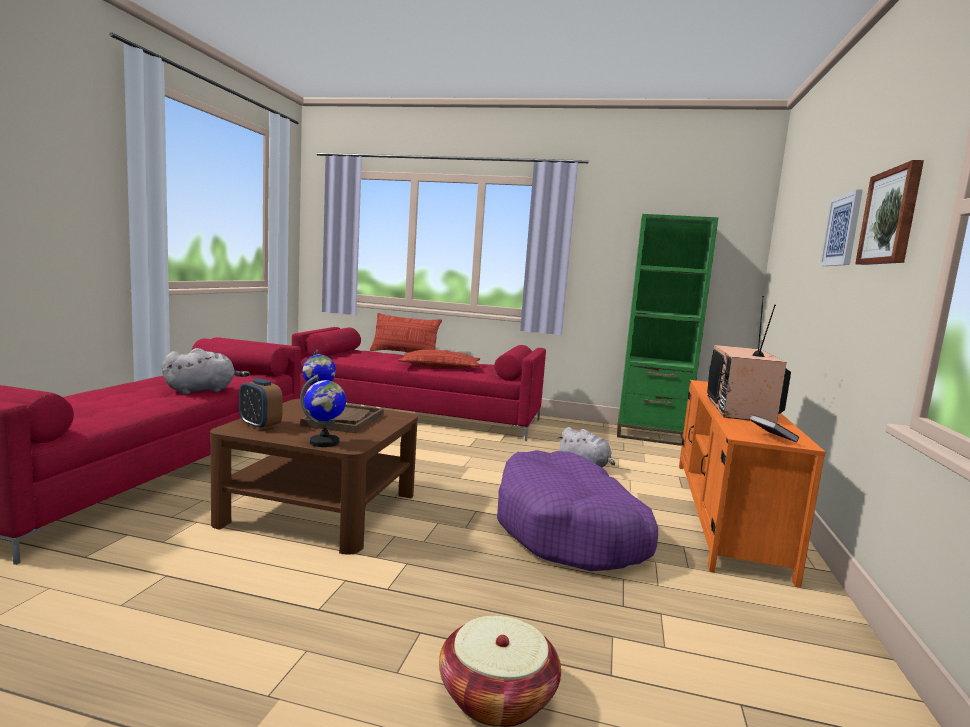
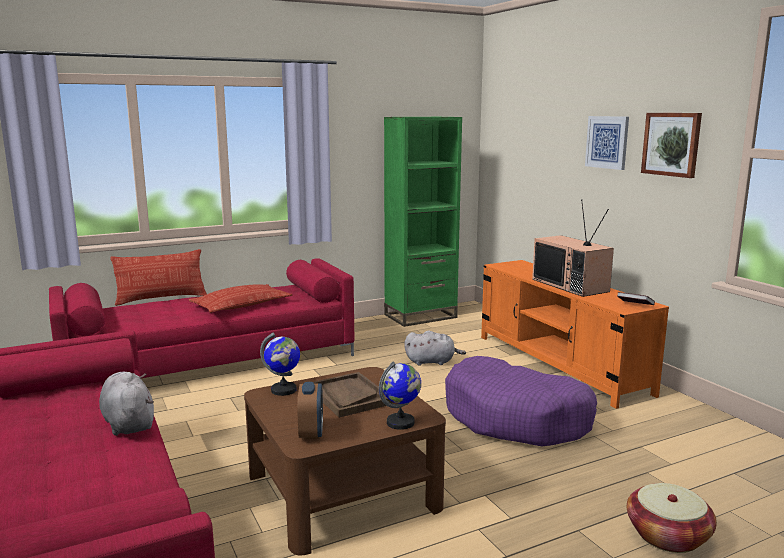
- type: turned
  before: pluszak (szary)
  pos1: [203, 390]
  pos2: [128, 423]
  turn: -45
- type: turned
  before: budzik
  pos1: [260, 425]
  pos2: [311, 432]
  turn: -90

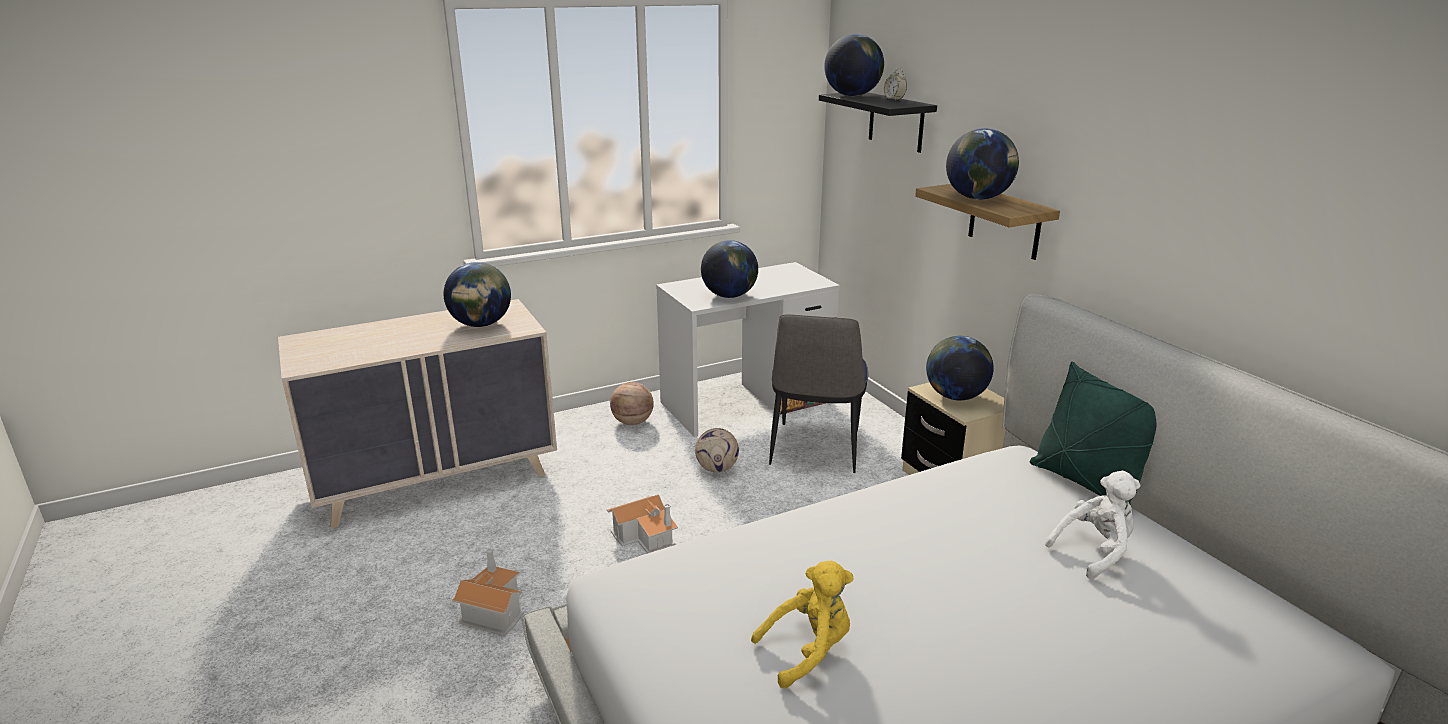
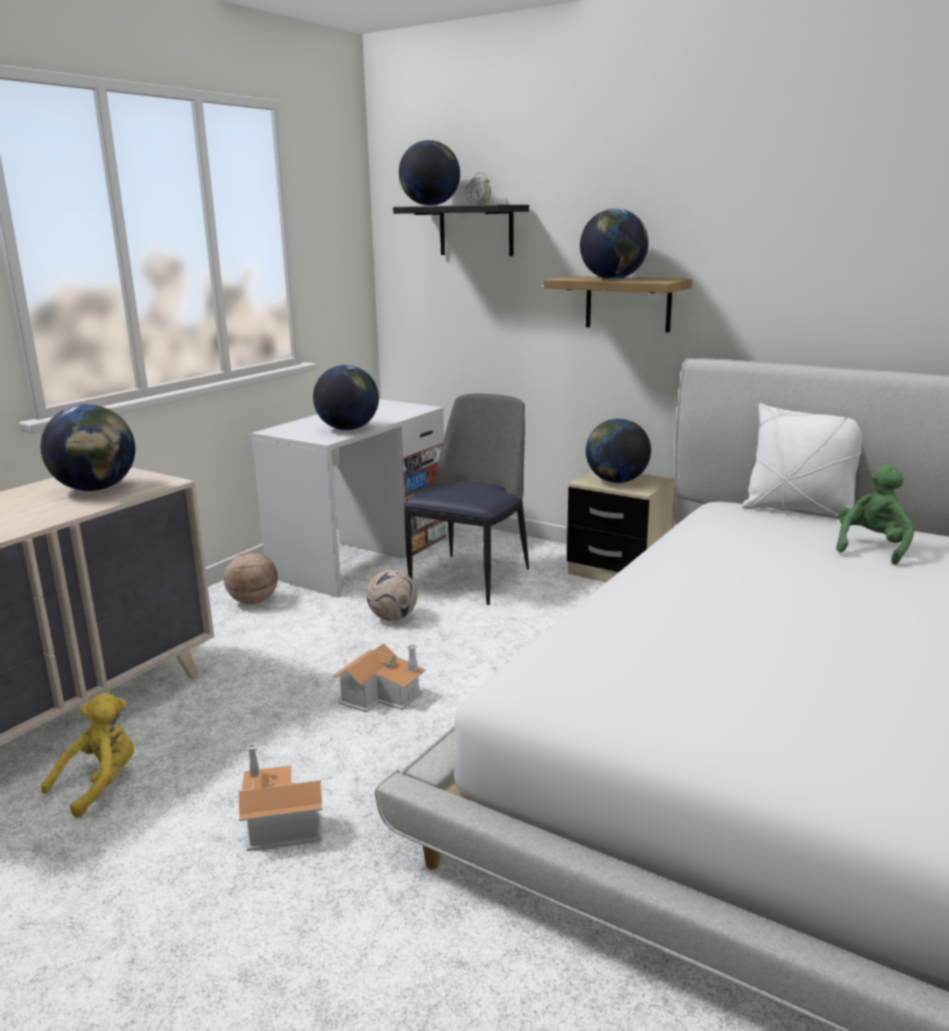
- type: moved
  before: pluszak (żółty)
  pos1: [808, 651]
  pos2: [100, 784]
- type: recoloured
  before: poduszka (zielony)
  after: poduszka (biały)
  pos1: [1085, 483]
  pos2: [798, 510]
- type: recoloured
  before: pluszak (biały)
  after: pluszak (zielony)
  pos1: [1094, 551]
  pos2: [871, 547]
- type: turned
  before: krzesło
  pos1: [815, 449]
  pos2: [472, 578]
  turn: -135

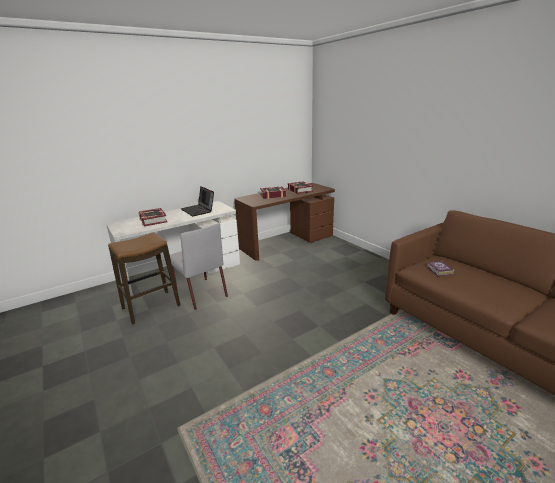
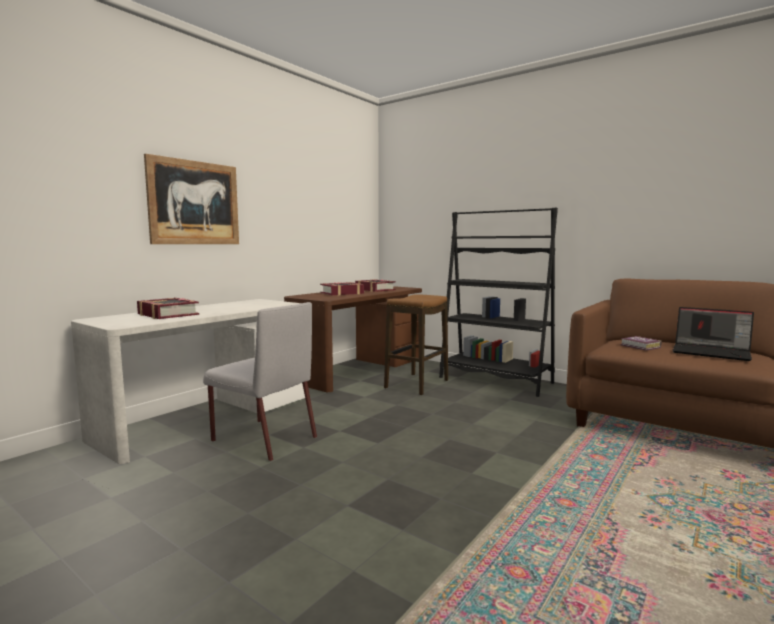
- type: added
  after: obraz
  pos2: [194, 203]
- type: added
  after: regał (czarny)
  pos2: [495, 380]
- type: moved
  before: stołek
  pos1: [151, 307]
  pos2: [417, 384]
- type: moved
  before: laptop
  pos1: [198, 210]
  pos2: [712, 352]

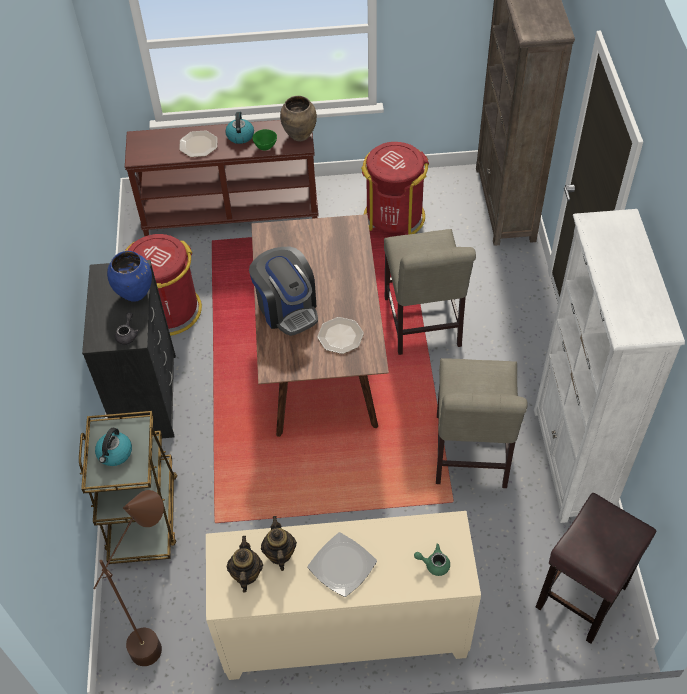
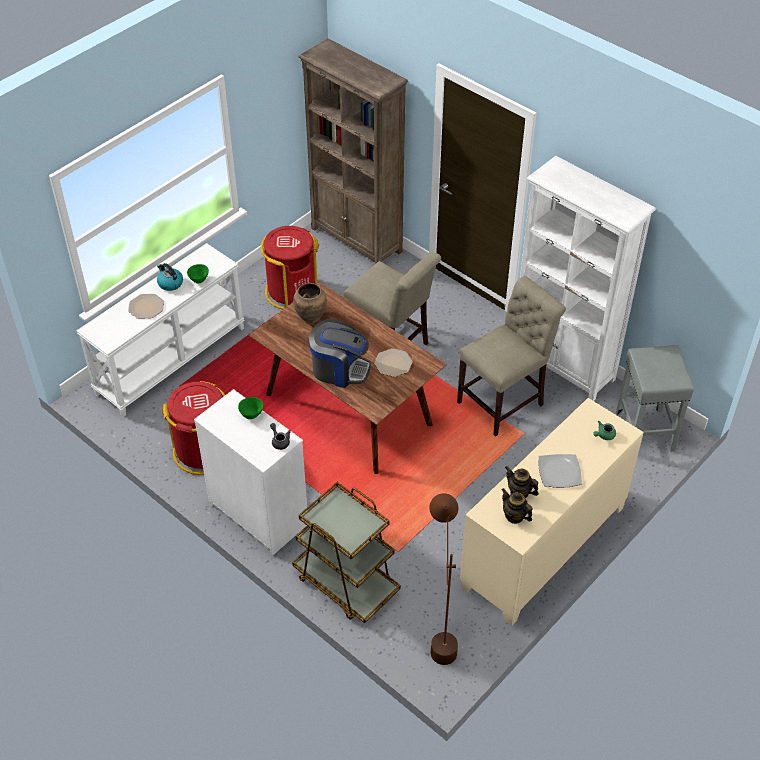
- type: removed
  before: czajnik
  pos1: [115, 454]
- type: moved
  before: wazon (brązowy)
  pos1: [300, 136]
  pos2: [311, 317]
- type: replaced
  before: wazon (niebieski)
  after: miska (zielony)
  pos1: [135, 293]
  pos2: [251, 414]
- type: recoloured
  before: komoda (czarny)
  after: komoda (biały)
  pos1: [148, 397]
  pos2: [259, 514]
- type: recoloured
  before: stolik konsolowy (brązowy)
  after: stolik konsolowy (biały)
  pos1: [231, 213]
  pos2: [170, 360]
- type: recoloured
  before: stołek (brązowy)
  after: stołek (szary)
  pos1: [582, 595]
  pos2: [644, 430]
- type: turned
  before: krzesło (beżowy)
  pos1: [470, 456]
  pos2: [504, 402]
  turn: -90

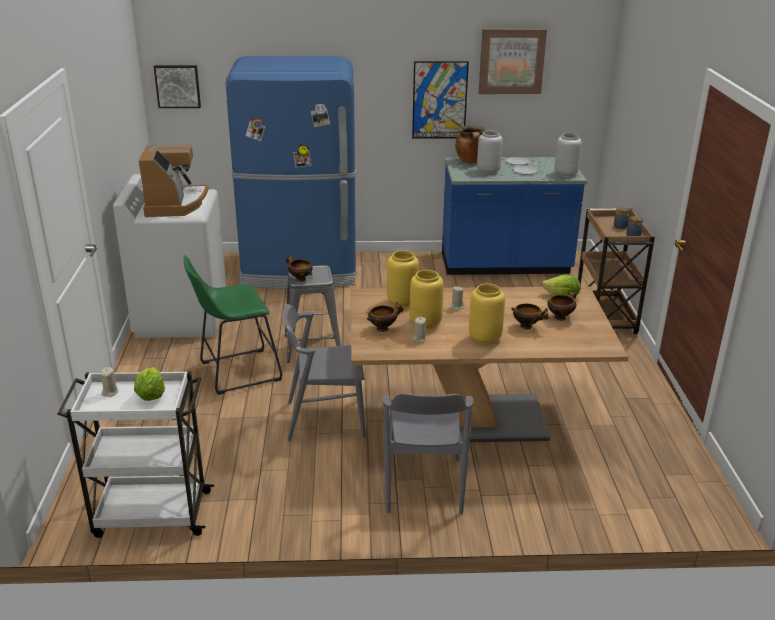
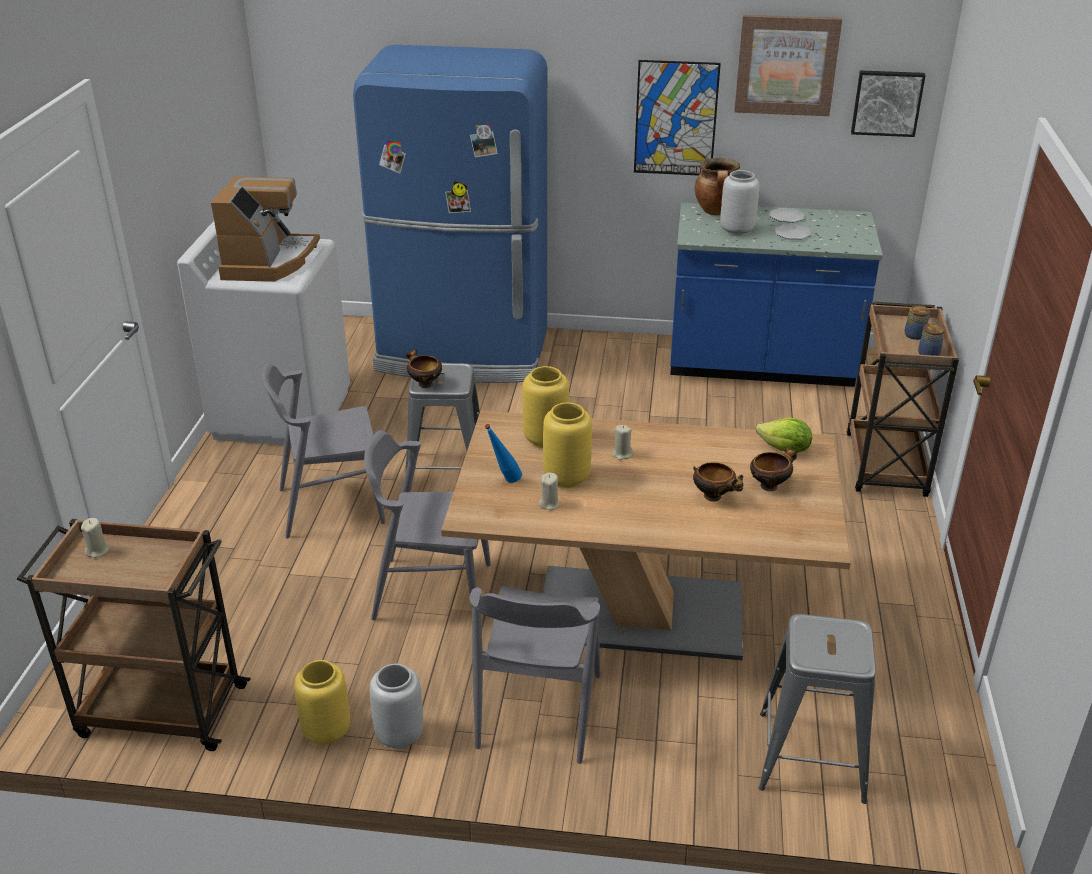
- type: removed
  before: sałata
  pos1: [151, 395]
- type: added
  after: stołek (szary)
  pos2: [812, 757]
- type: moved
  before: obraz
  pos1: [178, 86]
  pos2: [887, 102]
- type: moved
  before: wazon (żółty)
  pos1: [484, 339]
  pos2: [326, 732]
- type: moved
  before: wazon (szary)
  pos1: [565, 174]
  pos2: [398, 735]
- type: replaced
  before: stołek (zielony)
  after: krzesło (szary)
  pos1: [235, 372]
  pos2: [330, 505]
- type: replaced
  before: miska
  after: butelka (niebieski)
  pos1: [383, 328]
  pos2: [504, 481]
- type: recoloured
  before: wózek (biały)
  after: wózek (brązowy)
  pos1: [150, 514]
  pos2: [159, 711]

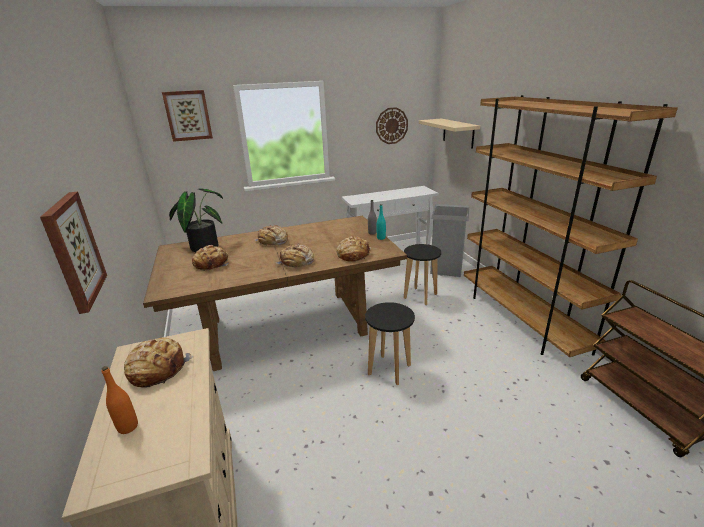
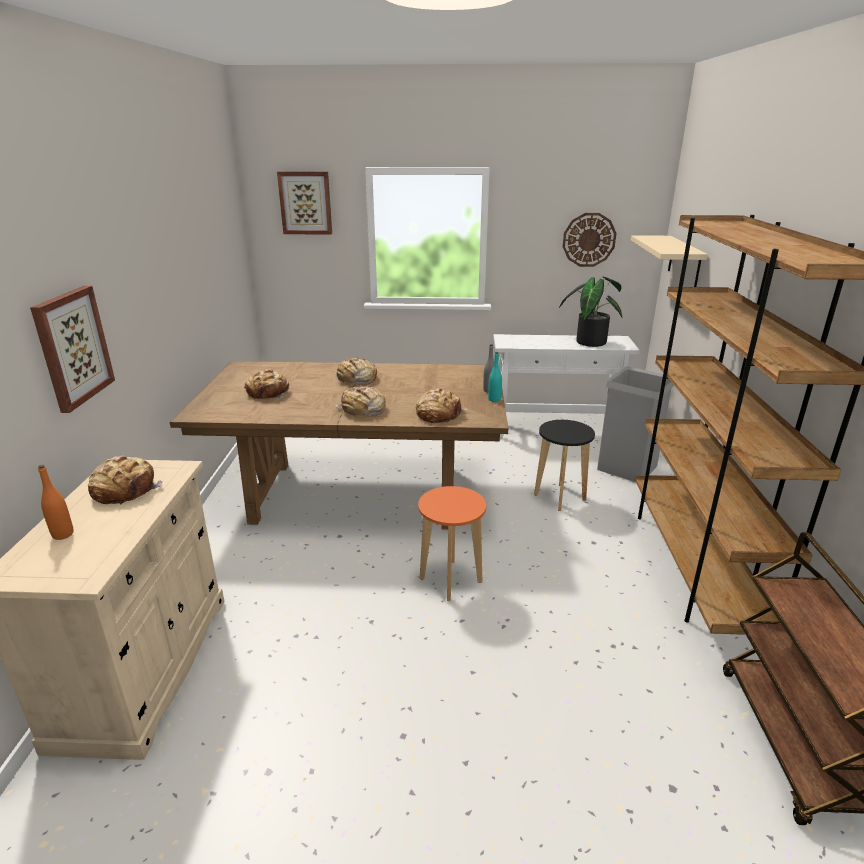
- type: moved
  before: roślina doniczkowa
  pos1: [203, 246]
  pos2: [589, 341]
- type: recoloured
  before: stołek (czarny)
  after: stołek (pomarańczowy)
  pos1: [389, 370]
  pos2: [450, 580]

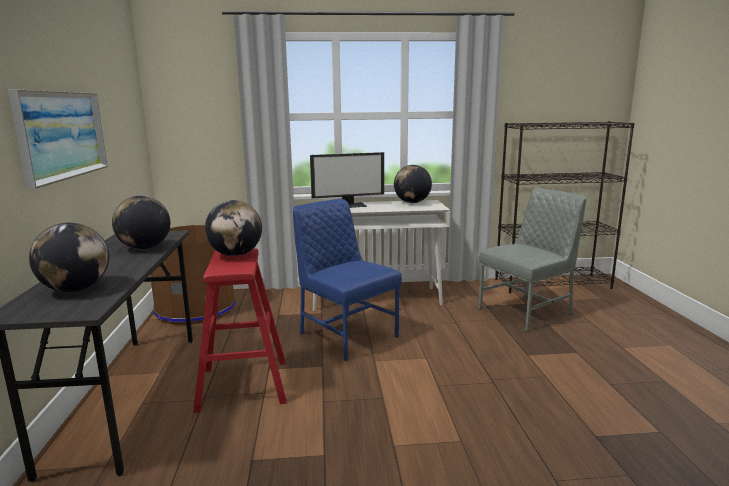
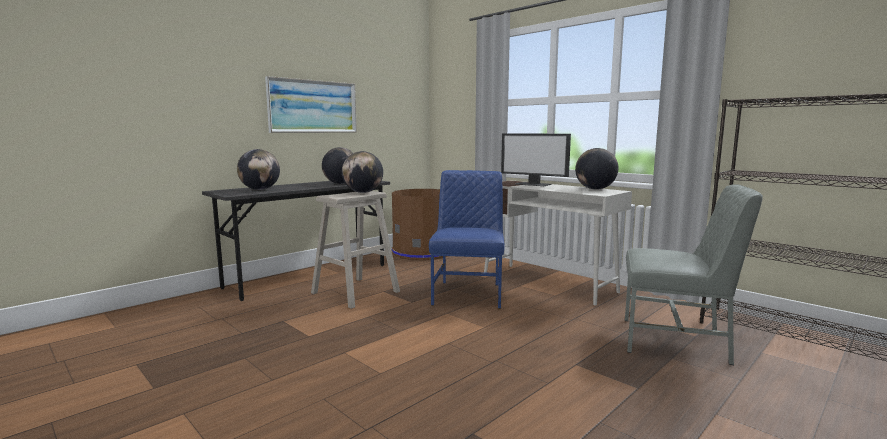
- type: recoloured
  before: stołek (czerwony)
  after: stołek (beżowy)
  pos1: [243, 385]
  pos2: [355, 292]

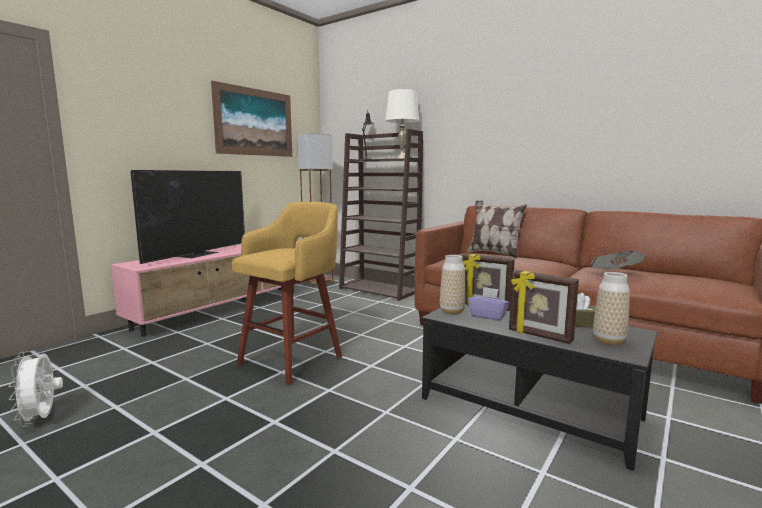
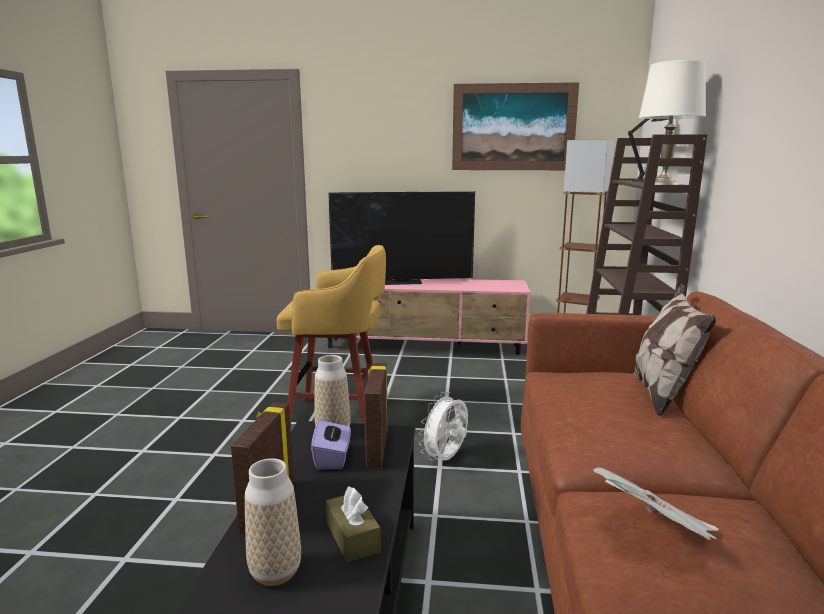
- type: moved
  before: wentylator (biały)
  pos1: [41, 419]
  pos2: [446, 459]

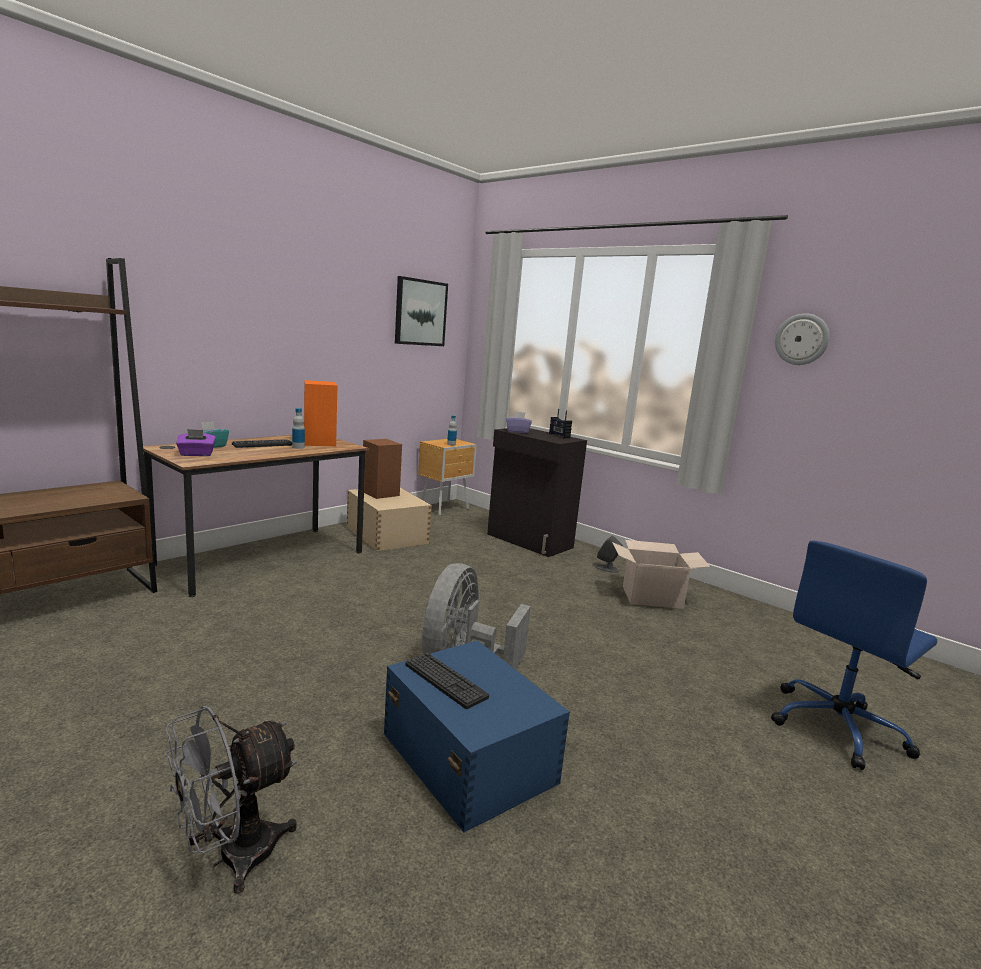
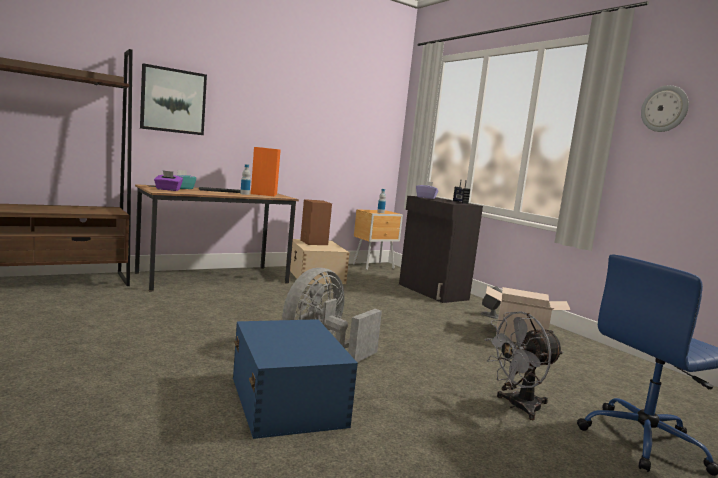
- type: removed
  before: klawiatura
  pos1: [445, 680]
- type: moved
  before: wentylator (szary)
  pos1: [231, 857]
  pos2: [517, 407]
- type: moved
  before: obraz
  pos1: [420, 312]
  pos2: [173, 101]

